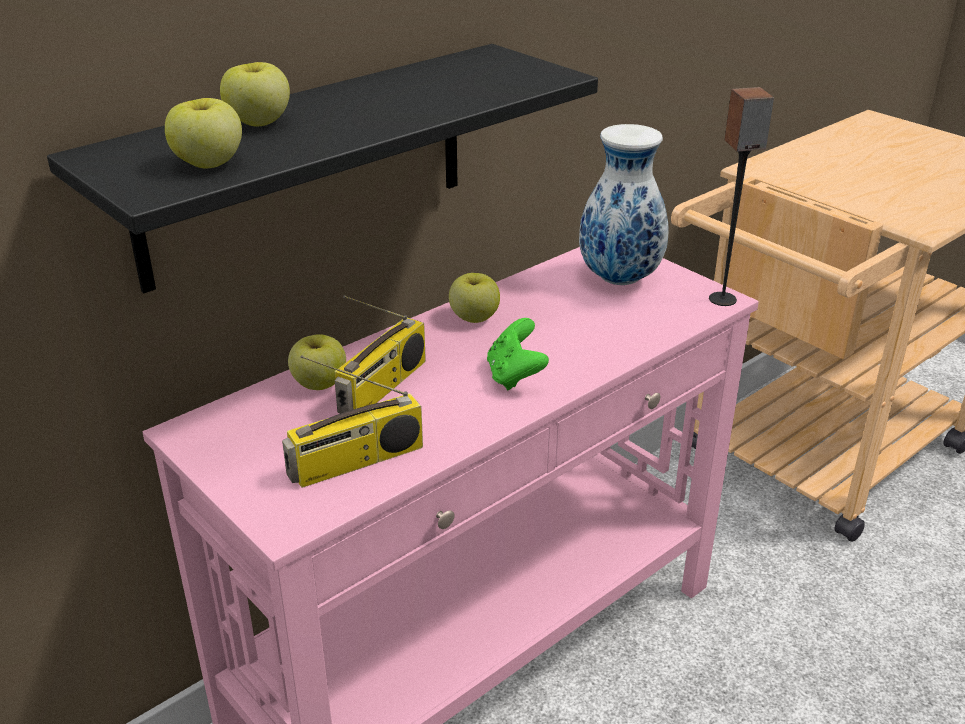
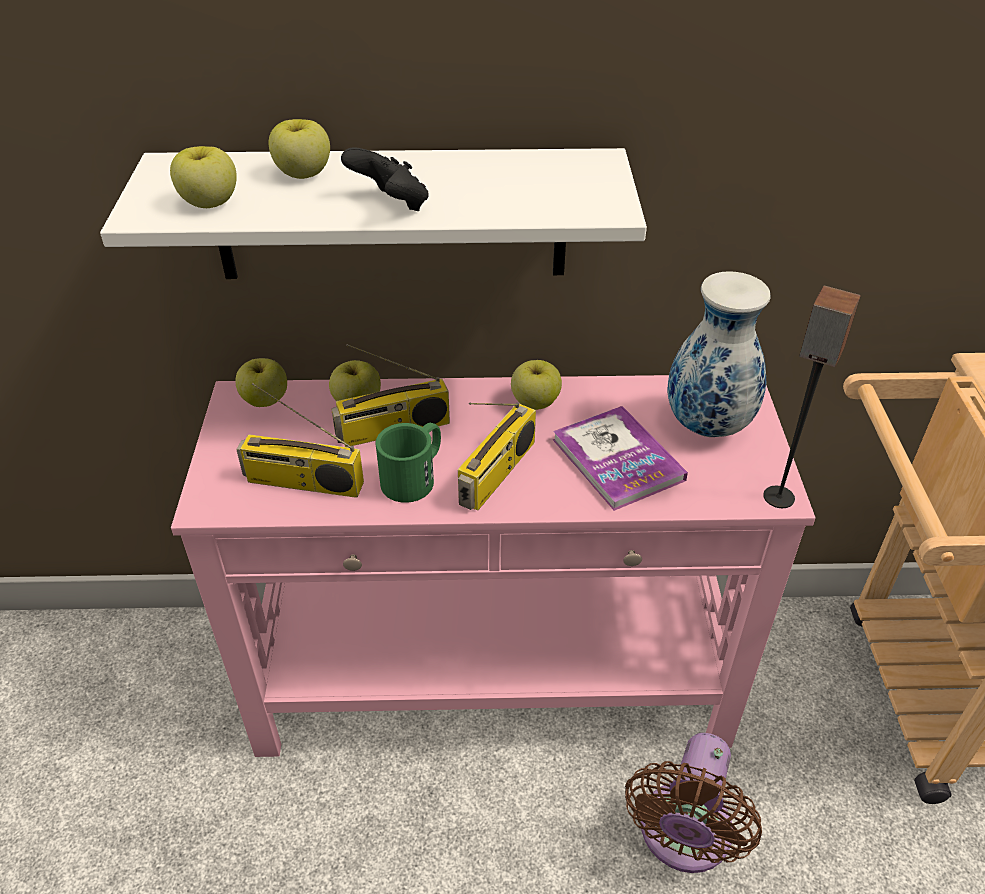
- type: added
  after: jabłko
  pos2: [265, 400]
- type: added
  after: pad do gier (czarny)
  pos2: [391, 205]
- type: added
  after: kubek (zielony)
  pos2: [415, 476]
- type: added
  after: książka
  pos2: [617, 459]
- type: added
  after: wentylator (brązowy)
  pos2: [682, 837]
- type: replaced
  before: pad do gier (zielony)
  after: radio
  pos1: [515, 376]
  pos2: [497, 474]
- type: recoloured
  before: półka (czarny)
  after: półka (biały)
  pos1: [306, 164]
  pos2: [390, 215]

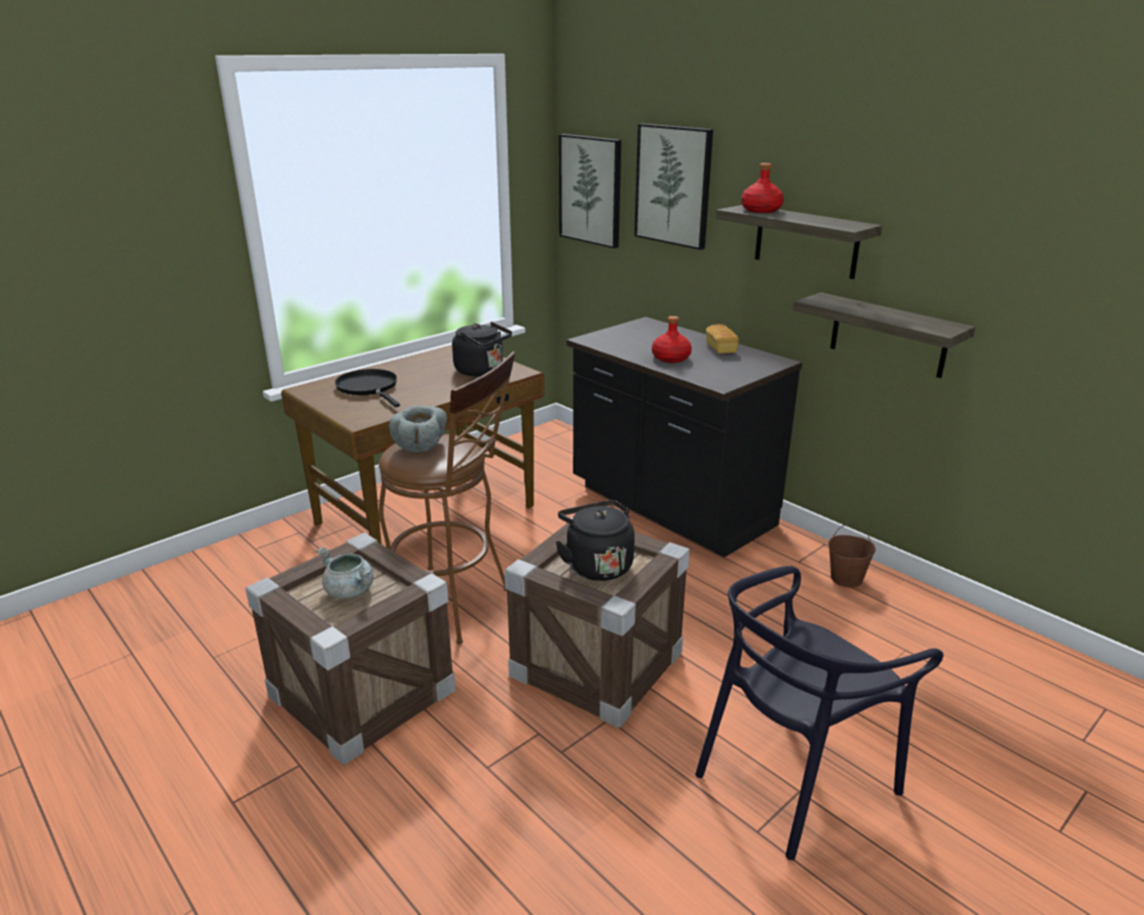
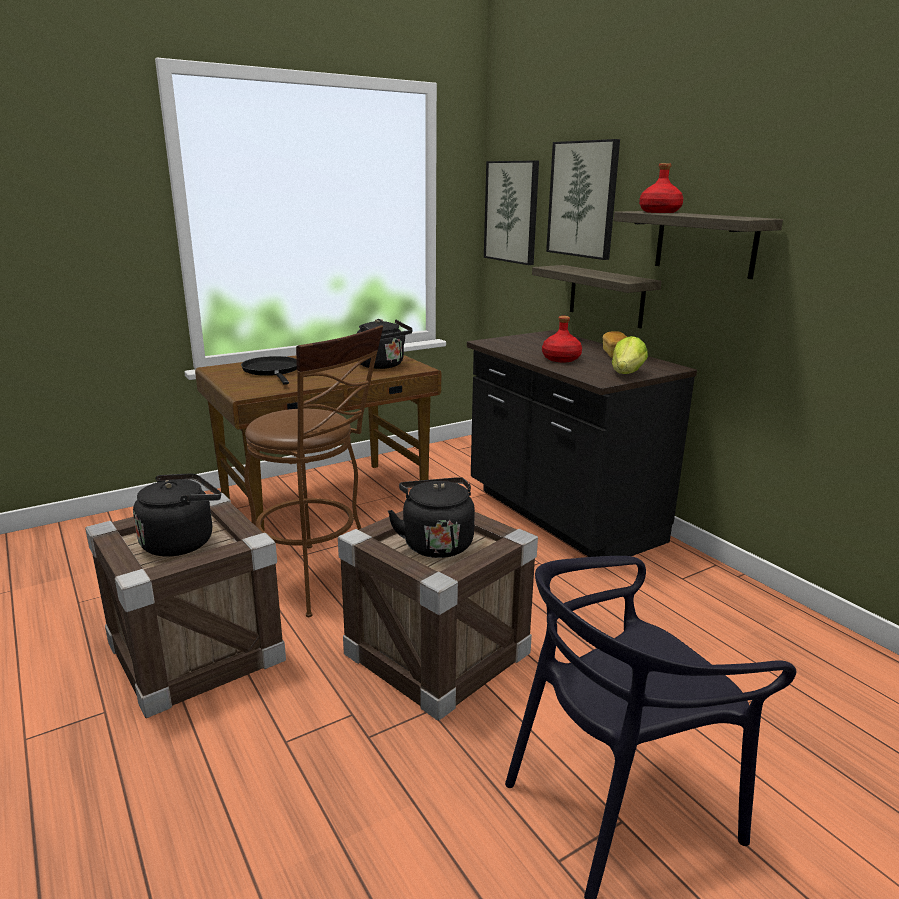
- type: removed
  before: miska (szary)
  pos1: [421, 447]
- type: removed
  before: wiadro (brązowy)
  pos1: [846, 578]
- type: added
  after: sałata
  pos2: [626, 374]
- type: moved
  before: półka
  pos1: [888, 335]
  pos2: [606, 296]
- type: replaced
  before: garnek (szary)
  after: czajnik (czarny)
  pos1: [350, 591]
  pos2: [182, 542]

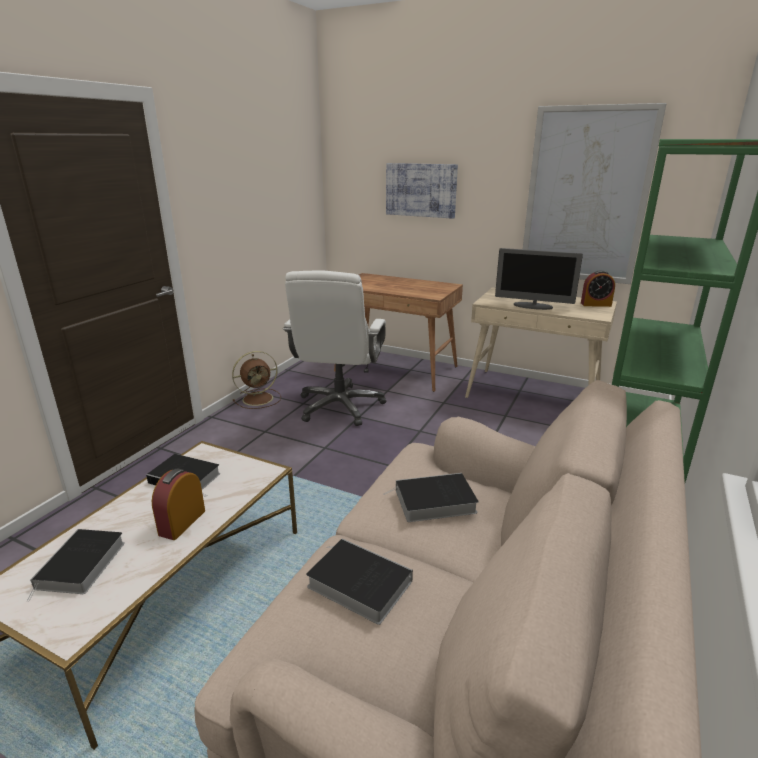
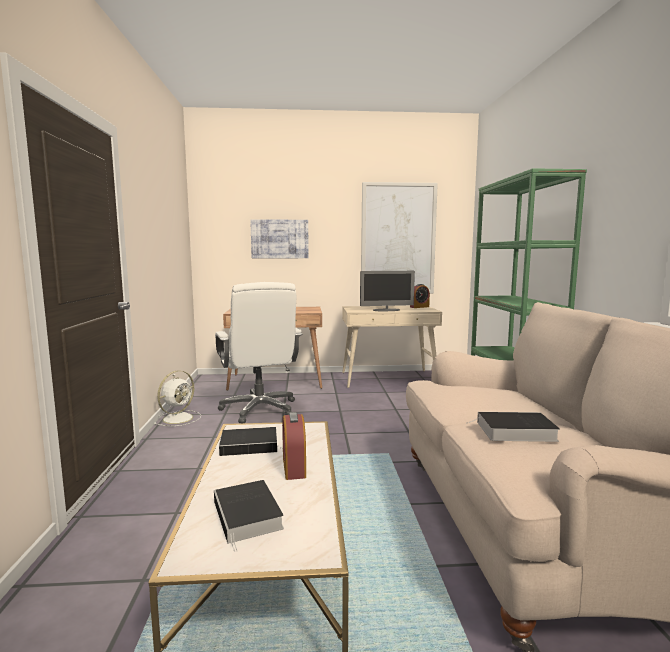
- type: removed
  before: książka
  pos1: [433, 502]
- type: recoloured
  before: wentylator (brązowy)
  after: wentylator (biały)
  pos1: [259, 398]
  pos2: [179, 418]

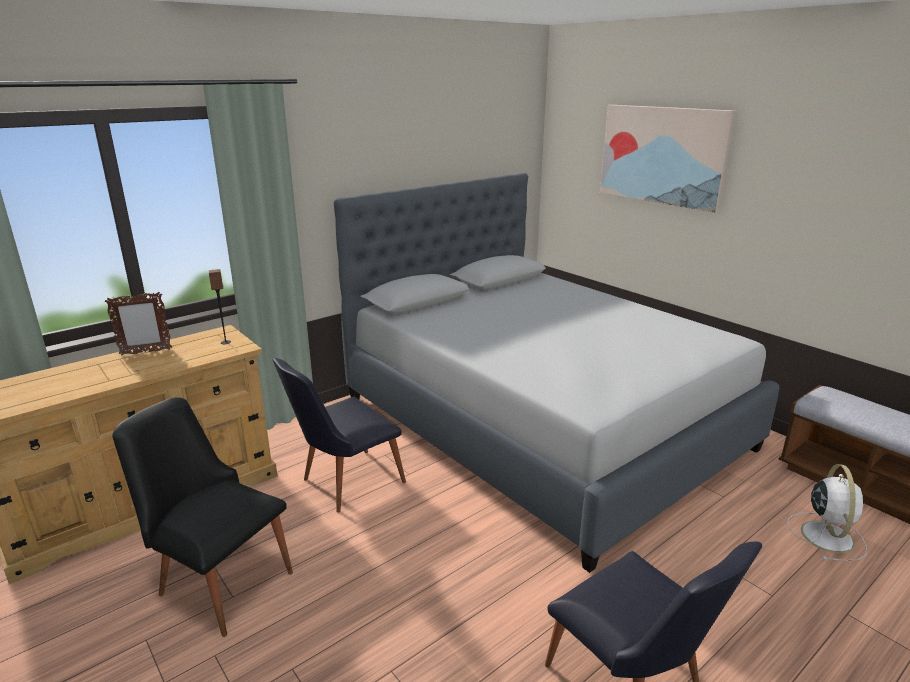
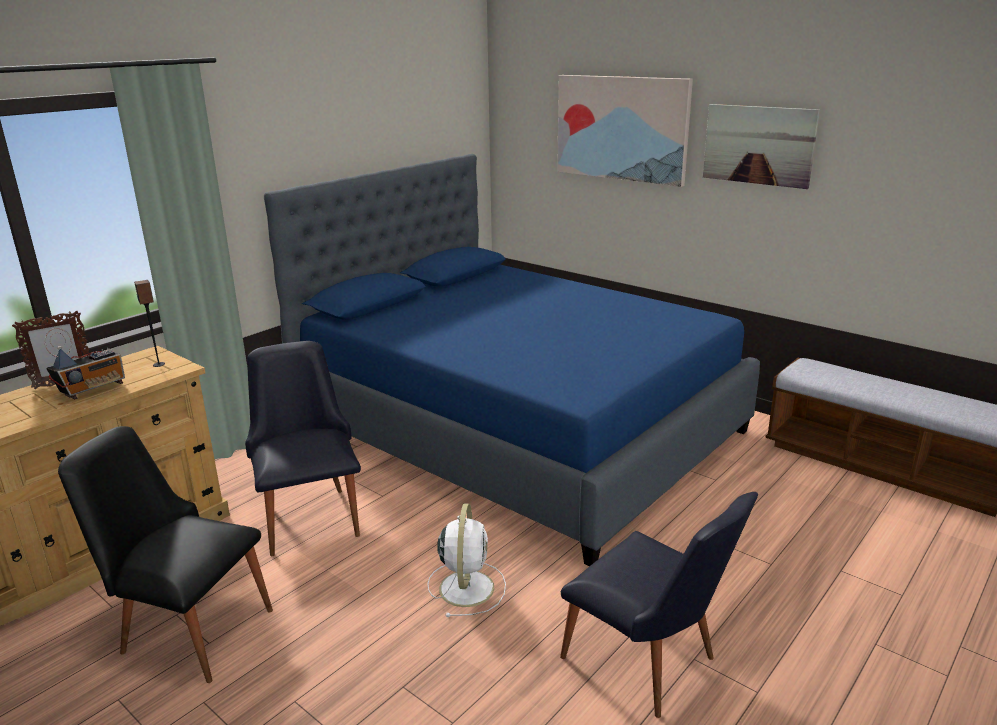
- type: added
  after: radio
  pos2: [93, 390]
- type: added
  after: obraz
  pos2: [758, 145]
- type: moved
  before: wentylator (biały)
  pos1: [826, 535]
  pos2: [467, 586]
- type: recoloured
  before: łóżko (szary)
  after: łóżko (niebieski)
  pos1: [540, 422]
  pos2: [517, 427]
- type: turned
  before: krzesło (czarny)
  pos1: [344, 483]
  pos2: [310, 514]
  turn: 120

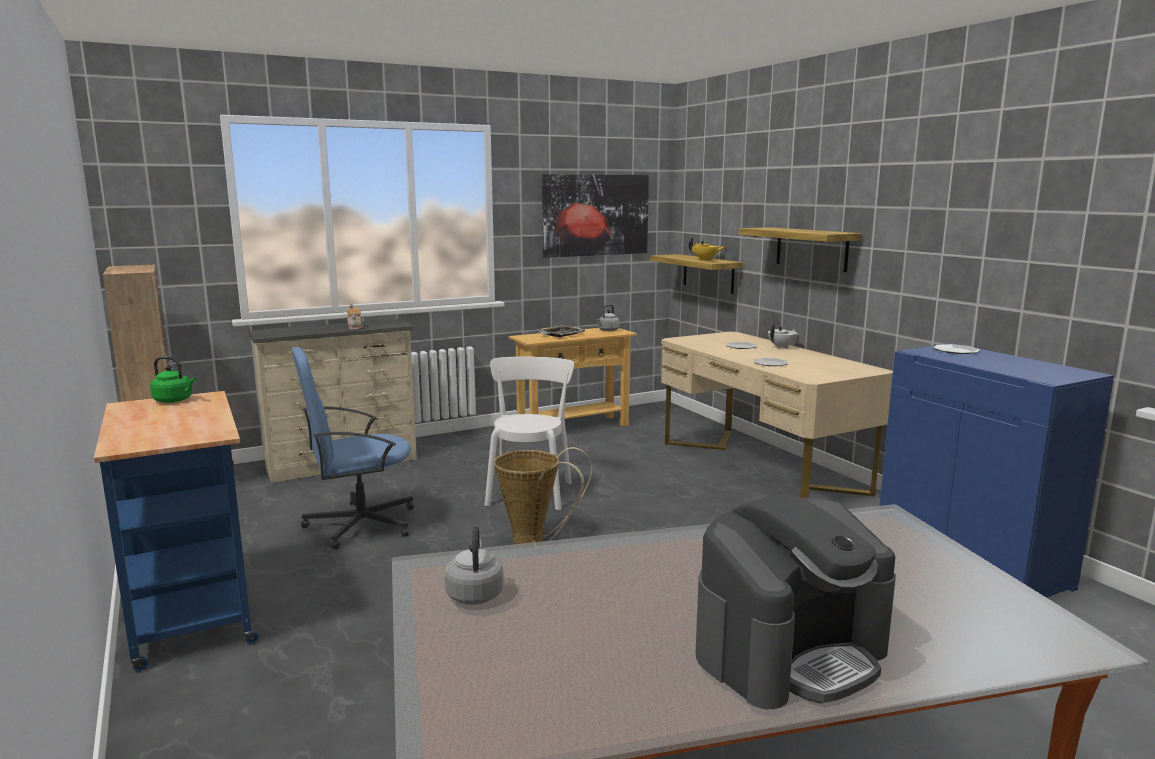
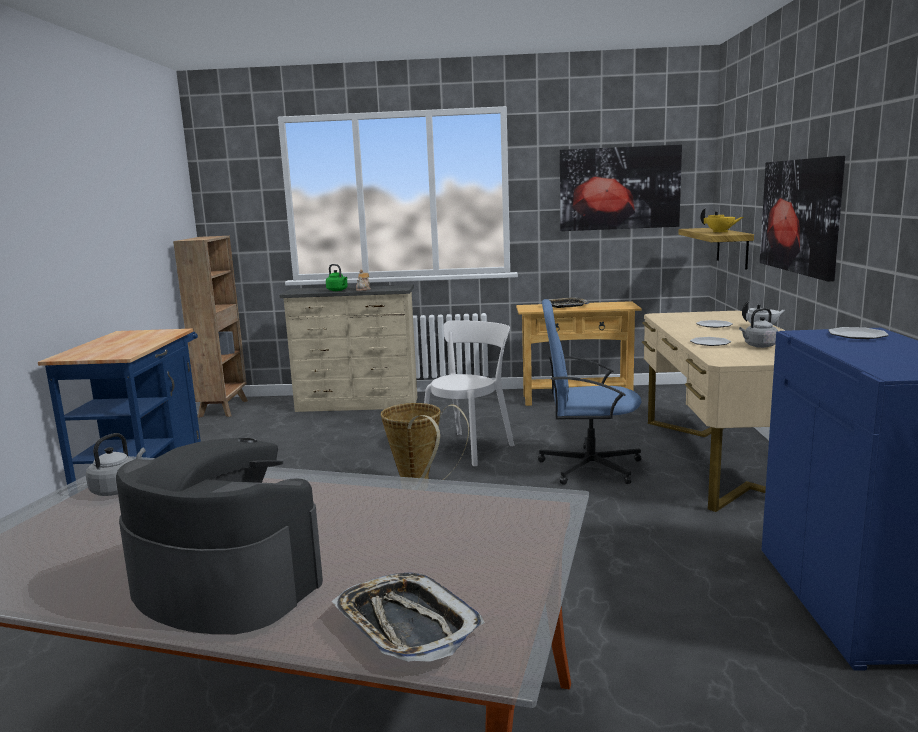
- type: added
  after: taca
  pos2: [406, 625]
- type: moved
  before: czajnik (zielony)
  pos1: [175, 400]
  pos2: [338, 290]
- type: moved
  before: krzesło biurowe (niebieski)
  pos1: [359, 524]
  pos2: [588, 467]
- type: moved
  before: czajnik (szary)
  pos1: [607, 330]
  pos2: [758, 346]
- type: replaced
  before: półka
  after: obraz
  pos1: [811, 248]
  pos2: [800, 216]
- type: turned
  before: ekspres do kawy
  pos1: [790, 651]
  pos2: [225, 585]
  turn: -150

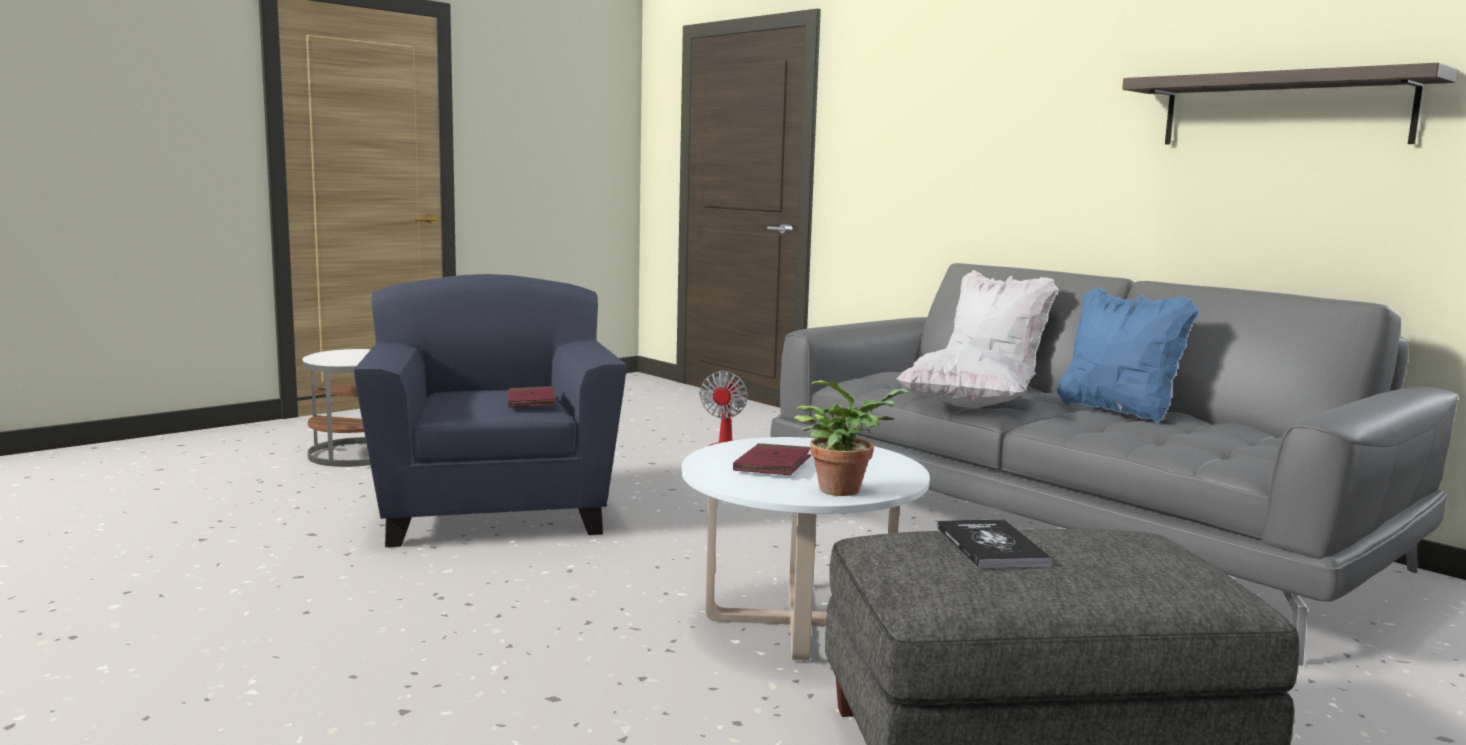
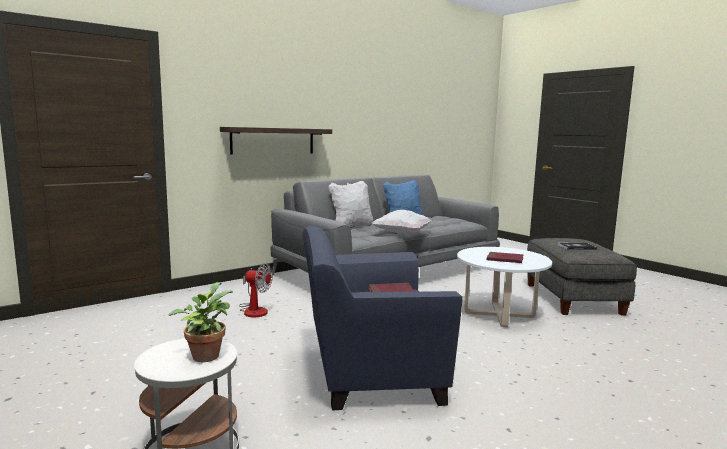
- type: moved
  before: roślina doniczkowa
  pos1: [844, 489]
  pos2: [205, 355]
- type: moved
  before: półka
  pos1: [1284, 110]
  pos2: [273, 141]

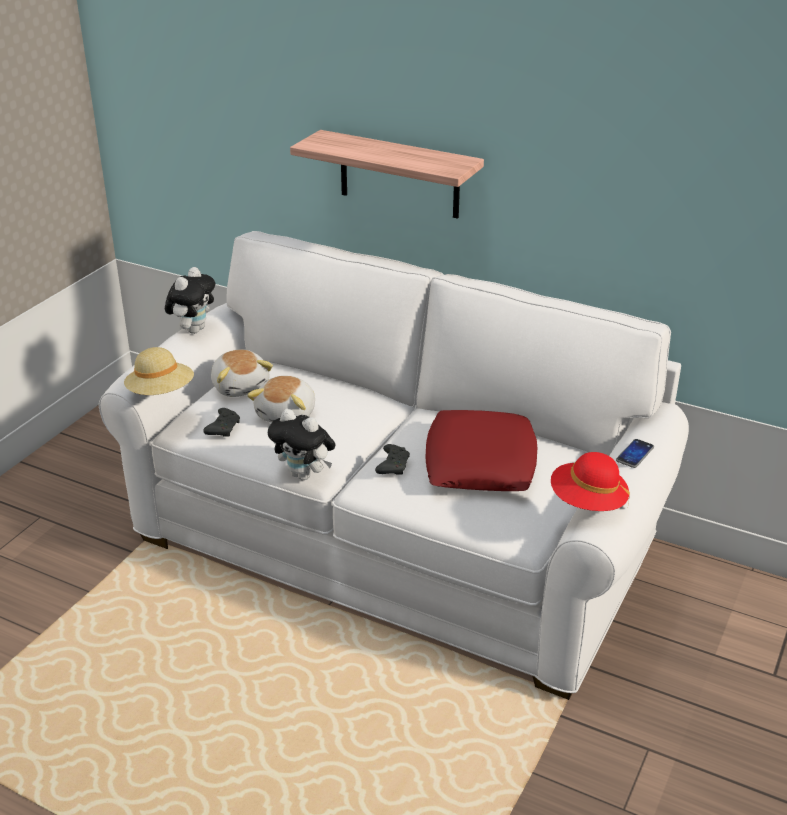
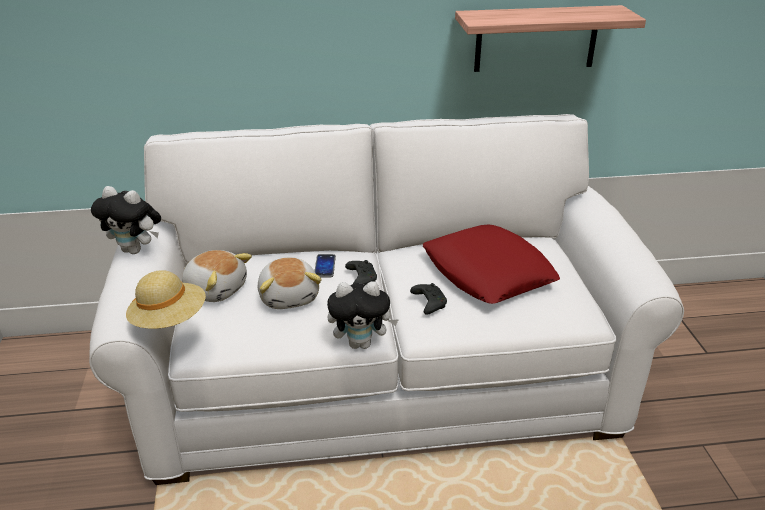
- type: removed
  before: kapelusz (czerwony)
  pos1: [587, 502]
- type: moved
  before: pad do gier (czarny)
  pos1: [223, 428]
  pos2: [361, 279]
- type: moved
  before: półka
  pos1: [399, 175]
  pos2: [536, 38]
- type: moved
  before: telefon
  pos1: [635, 454]
  pos2: [325, 266]
- type: turned
  before: pluszak
  pos1: [193, 329]
  pos2: [135, 250]
  turn: 120

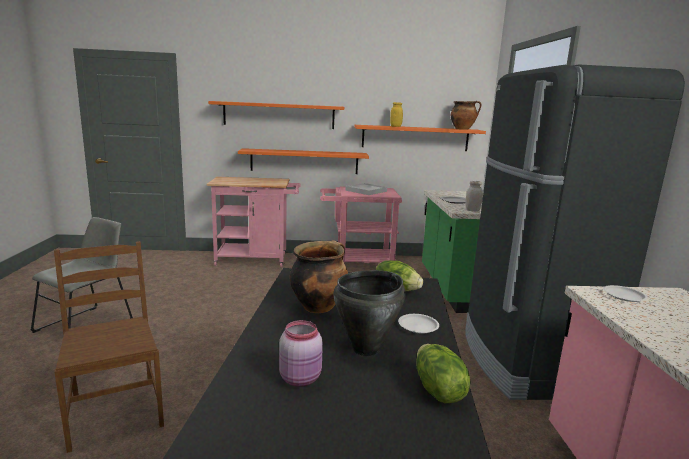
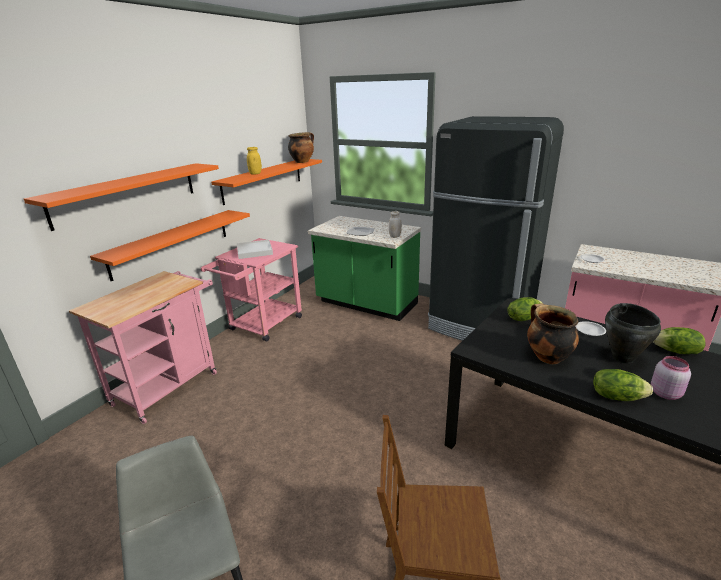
- type: added
  after: sałata
  pos2: [616, 396]

